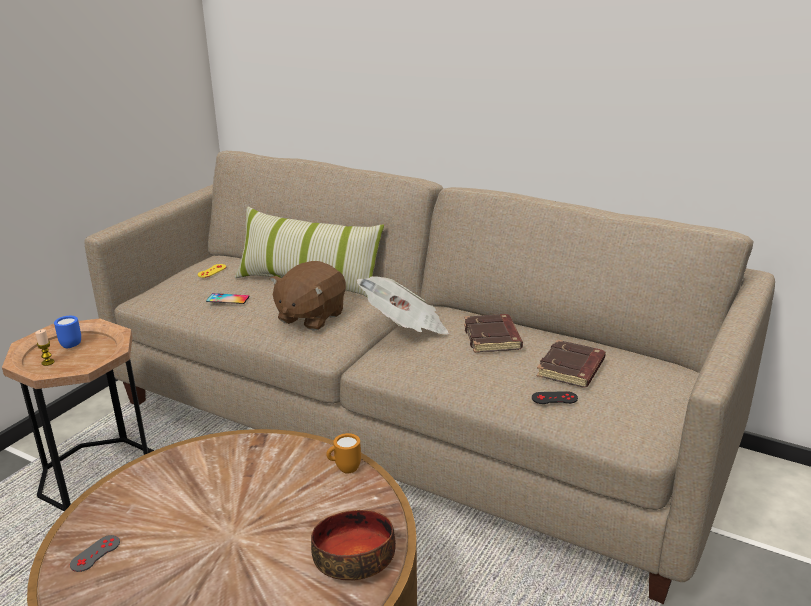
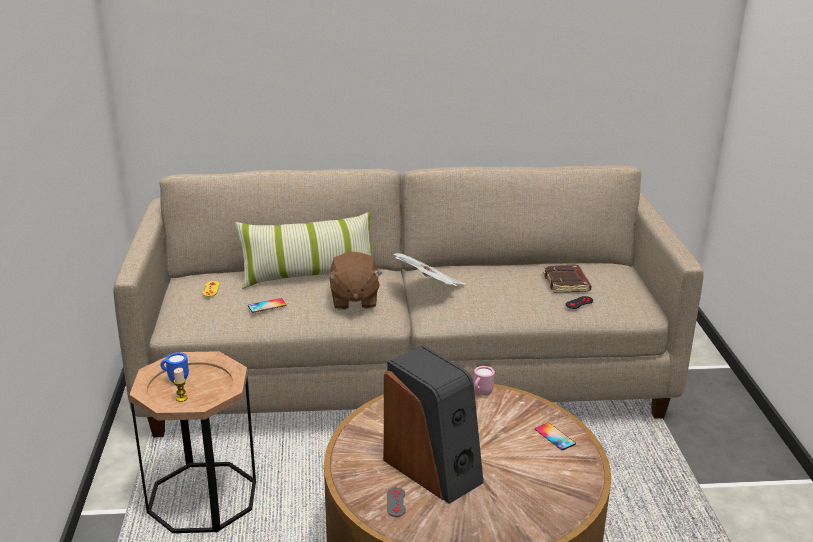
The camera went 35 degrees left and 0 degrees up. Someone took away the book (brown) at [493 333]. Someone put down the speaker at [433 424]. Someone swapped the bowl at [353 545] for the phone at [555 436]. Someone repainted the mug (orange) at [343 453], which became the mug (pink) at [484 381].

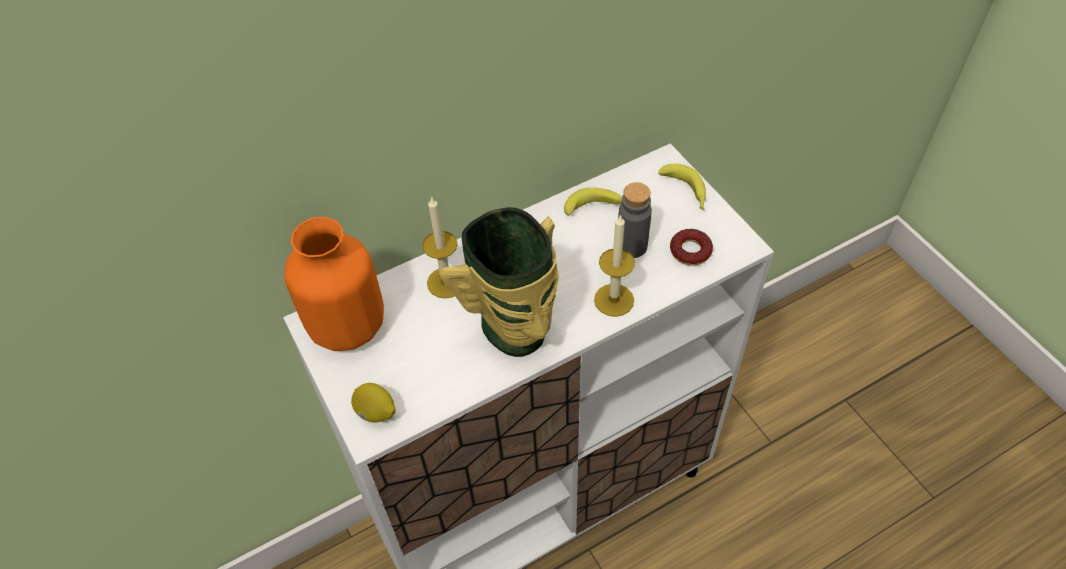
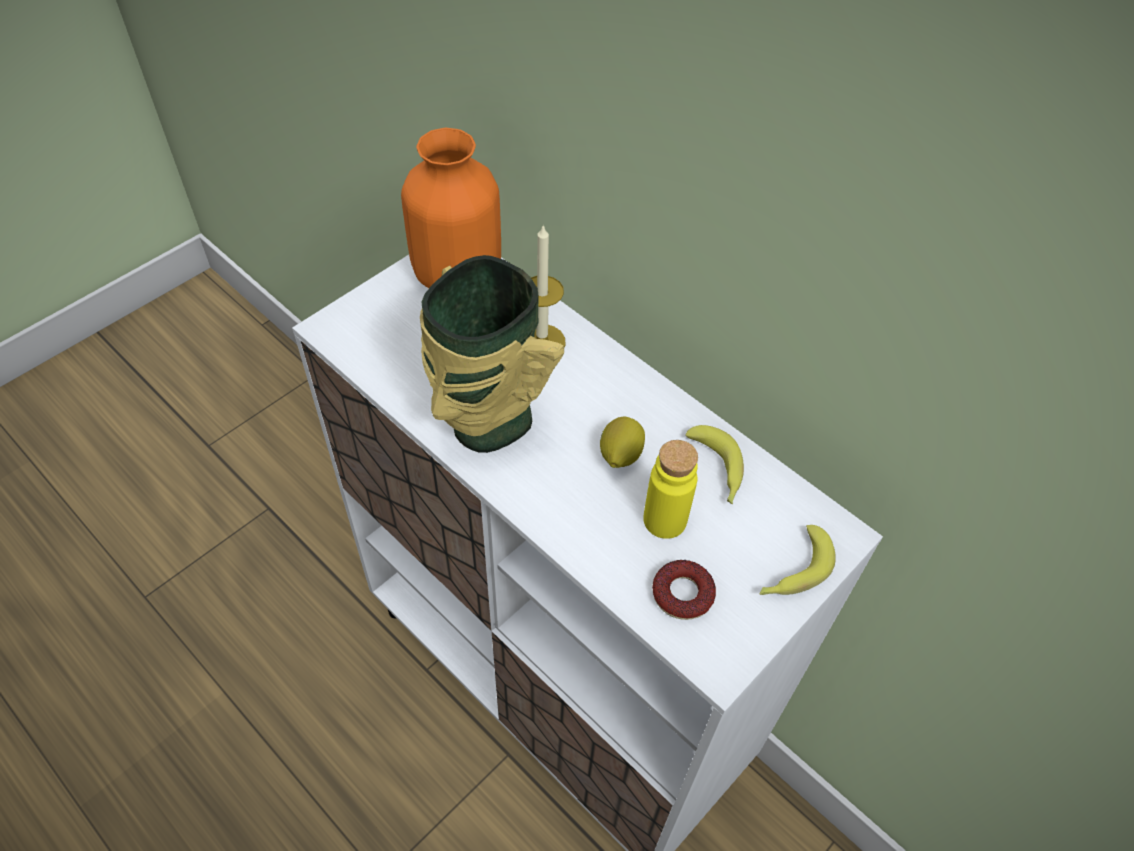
The camera went 70 degrees right and 0 degrees up. Someone took away the candle at [614 265]. Someone carried the lemon from [373 402] to [622 442]. Someone repainted the bottle (grey) at [635 220], which became the bottle (yellow) at [670 489].

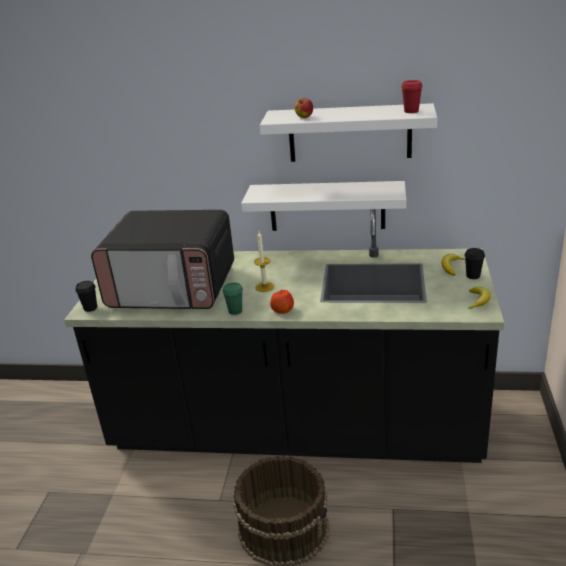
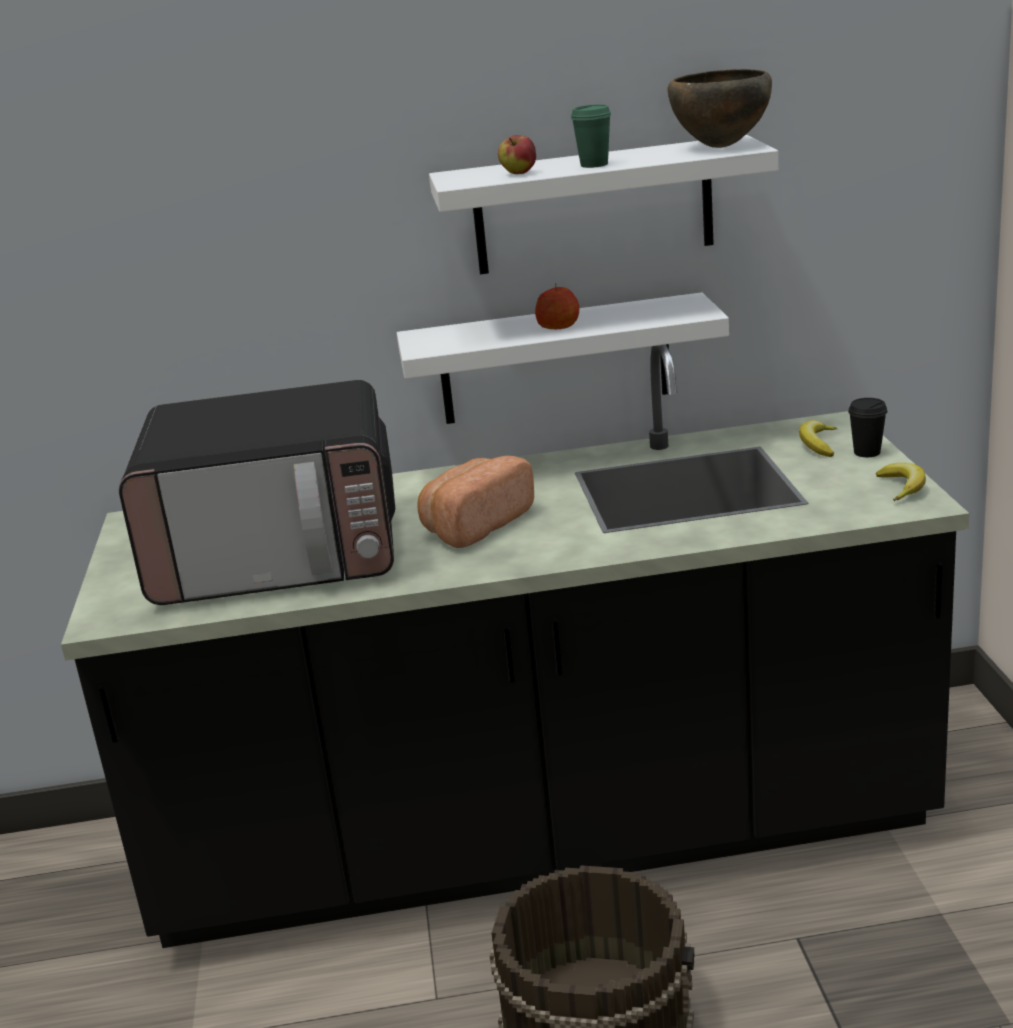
The camera went 15 degrees left and 5 degrees down. Someone took away the cup (black) at [86 296]. Someone carried the cup (green) from [232 298] to [591 136]. Someone carried the apple from [282 302] to [557 306]. Someone swapped the candle at [264 262] for the bread at [475 502]. Someone swapped the cup (red) at [412 96] for the bowl (brown) at [719 108].

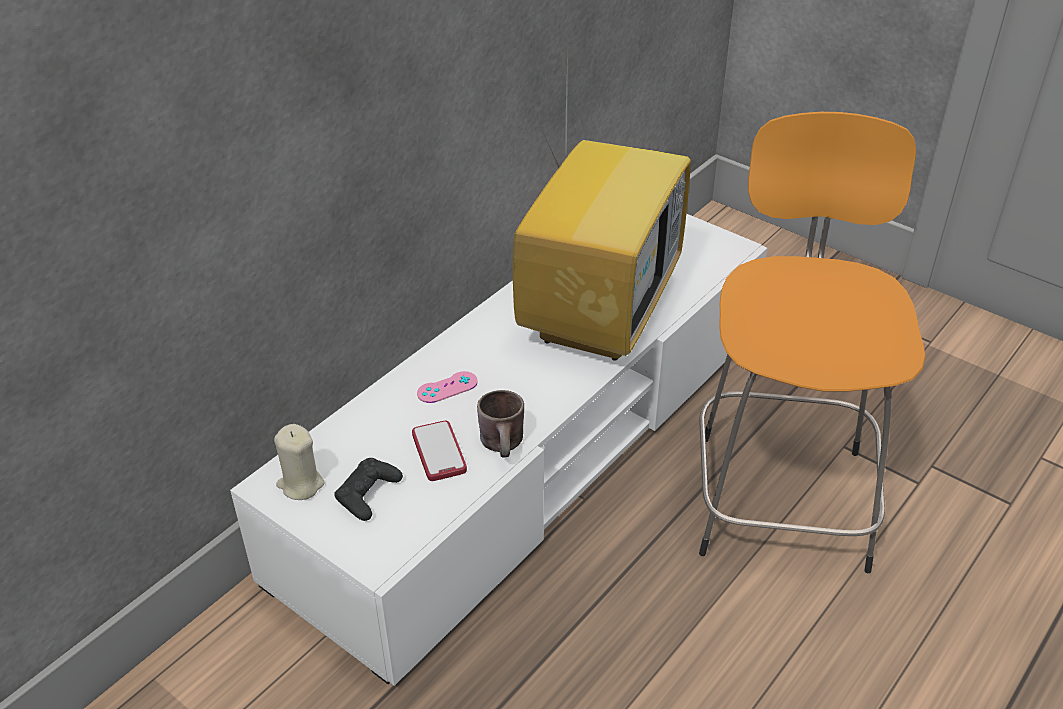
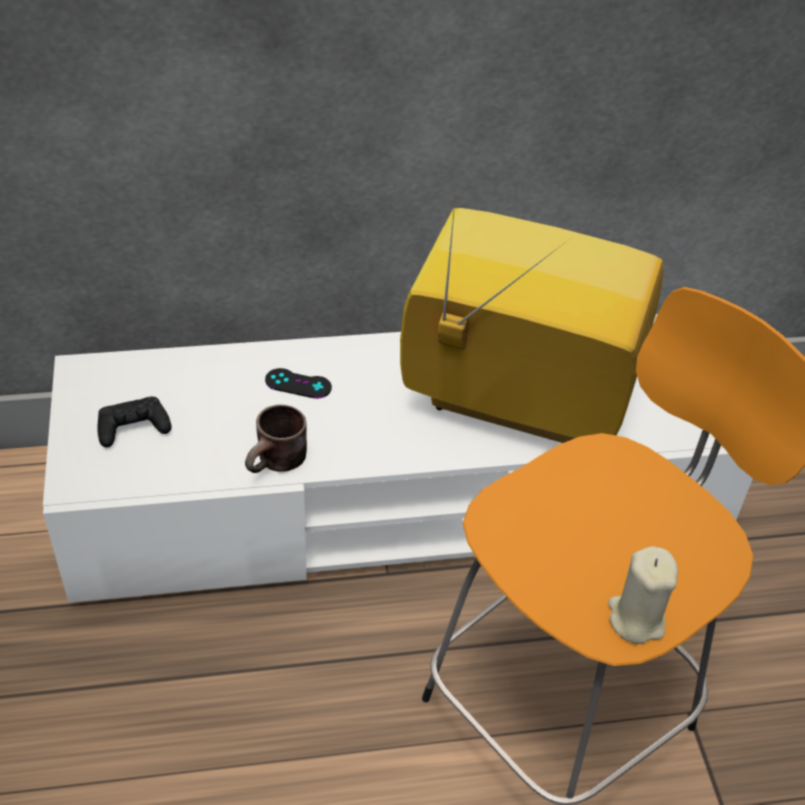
The camera went 40 degrees right and 5 degrees up. Someone took away the phone at [439 451]. Someone carried the candle (beige) from [299 462] to [643 595]. Someone repainted the game controller (pink) at [447 387], which became the game controller (black) at [298 383]. Someone rotated the television at [602 207] by 135 degrees counterclockwise.

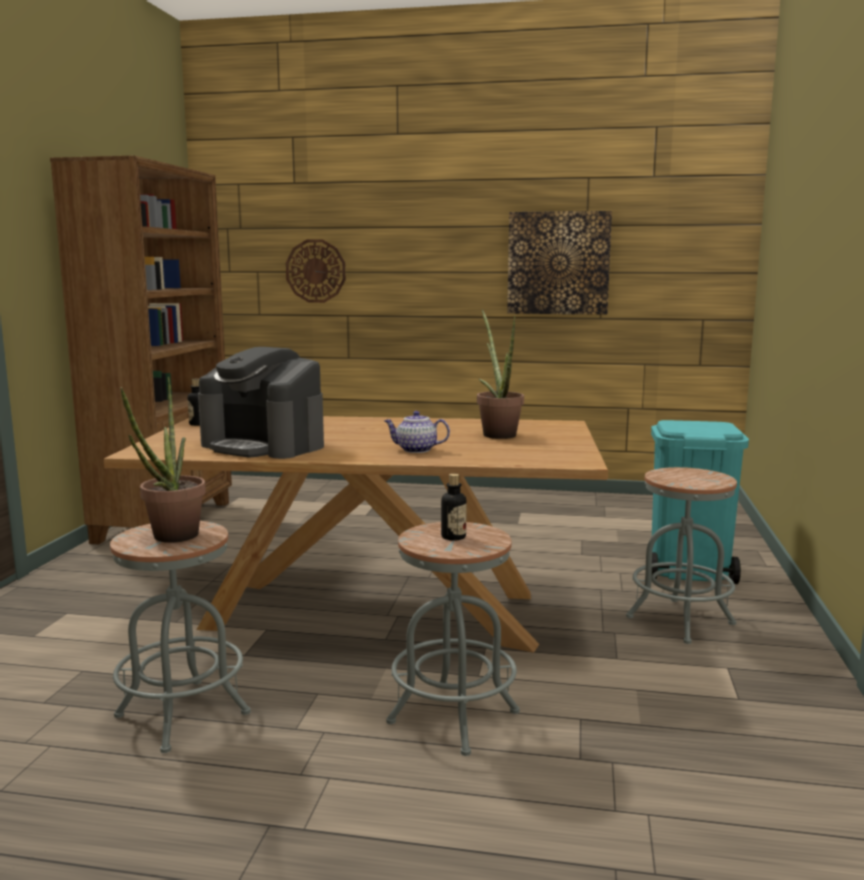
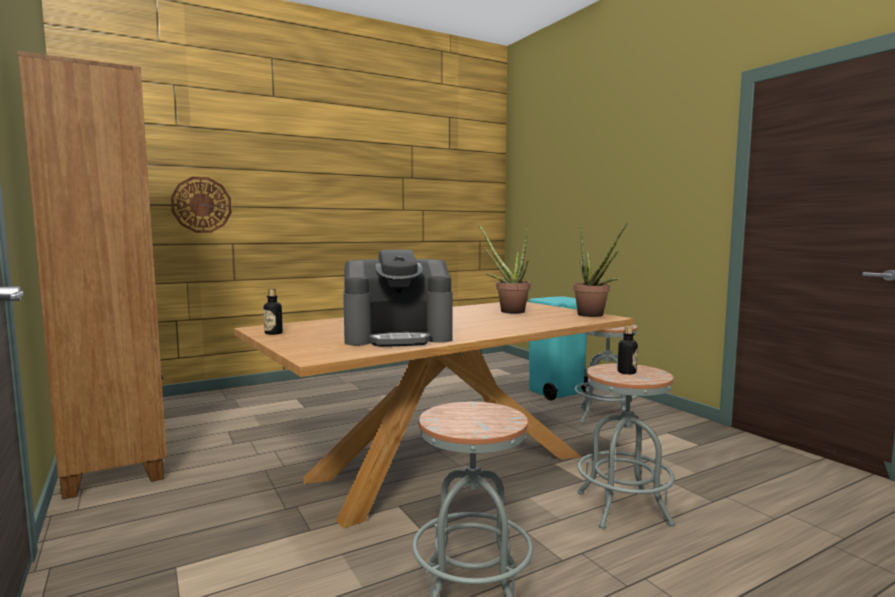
The camera went 40 degrees left and 5 degrees down. Someone took away the teapot at [417 432]. Someone took away the picture at [559 263]. Someone carried the potted plant from [163 460] to [600 269].

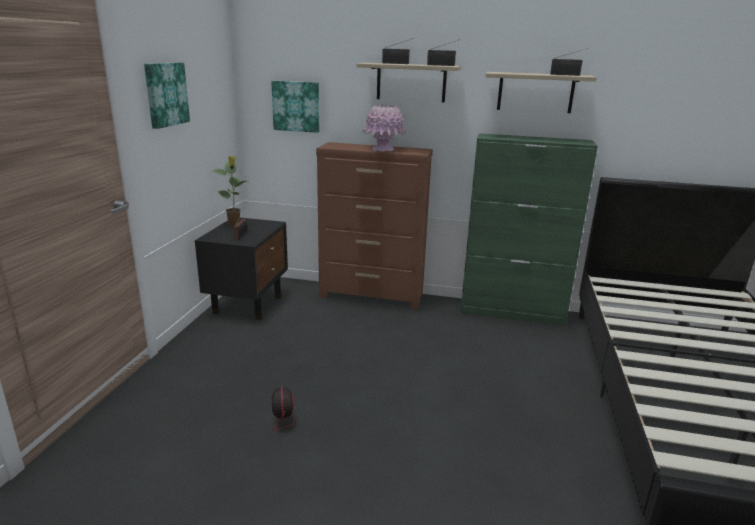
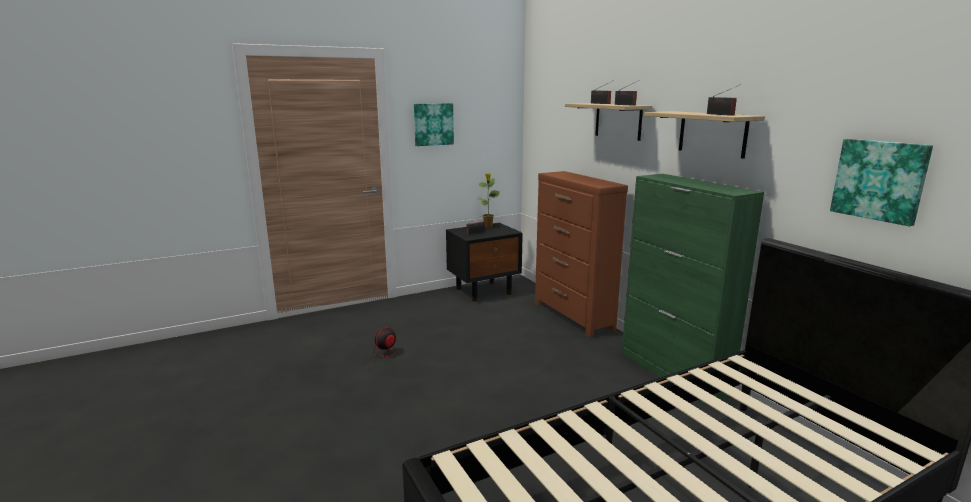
The camera went 50 degrees right and 5 degrees down. Someone took away the vase (pink) at [384 128]. Someone carried the picture from [295 107] to [881 182].

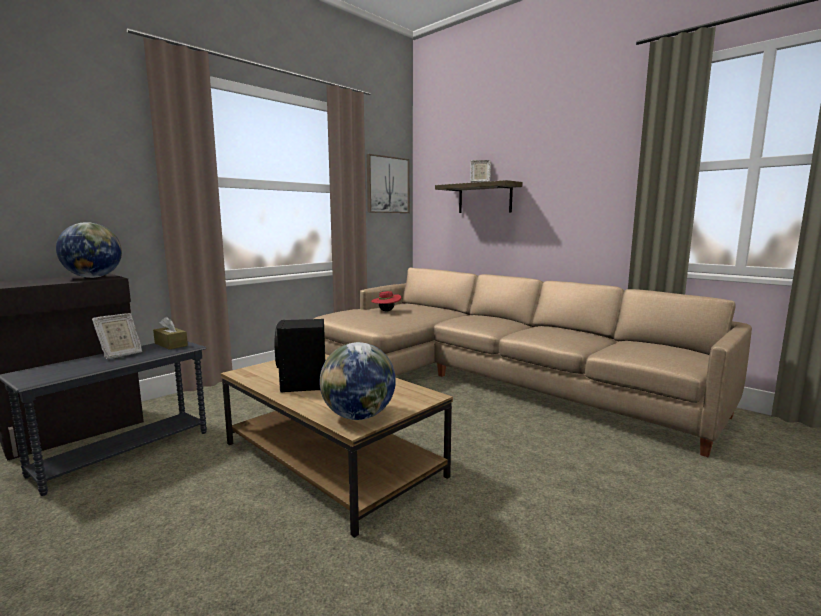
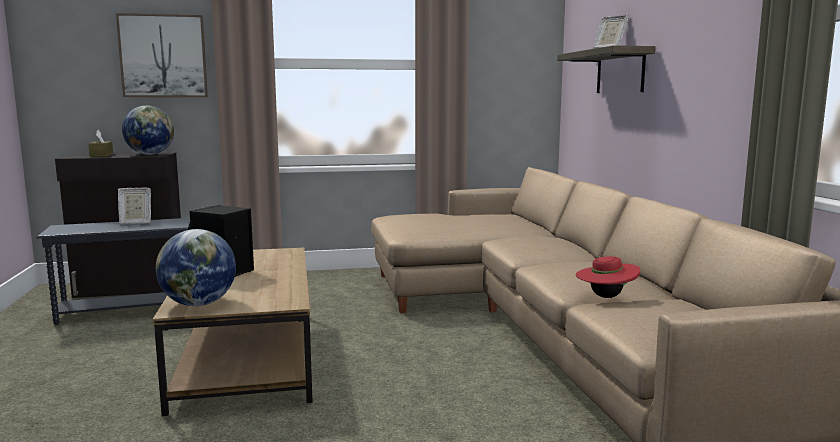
The camera went 35 degrees right and 0 degrees up. Someone carried the tissue box (brown) from [170 333] to [101 143]. Someone carried the picture from [388 183] to [162 55]. Someone carried the hat (red) from [386 301] to [608 275].

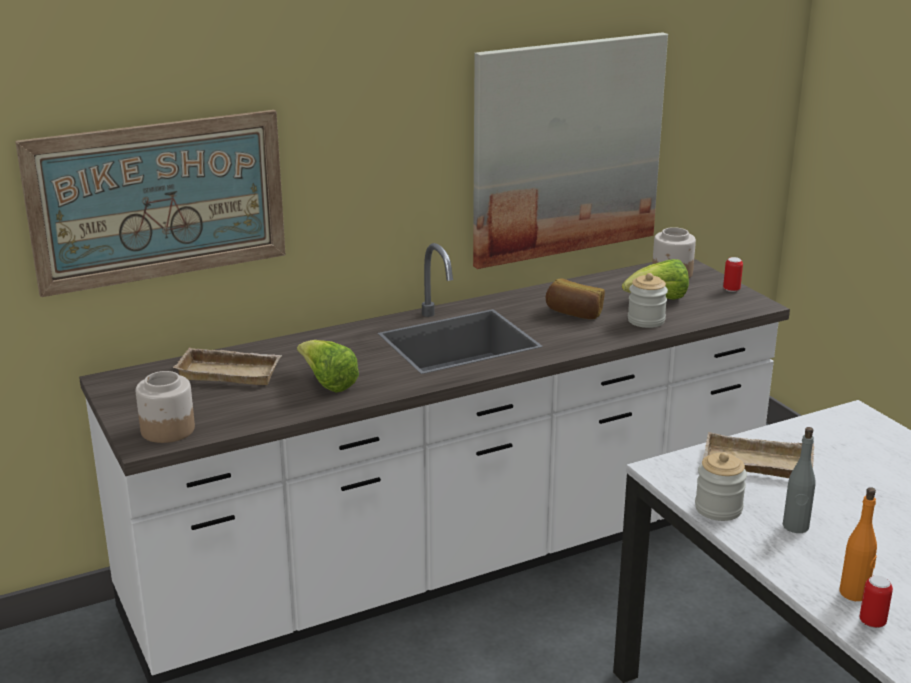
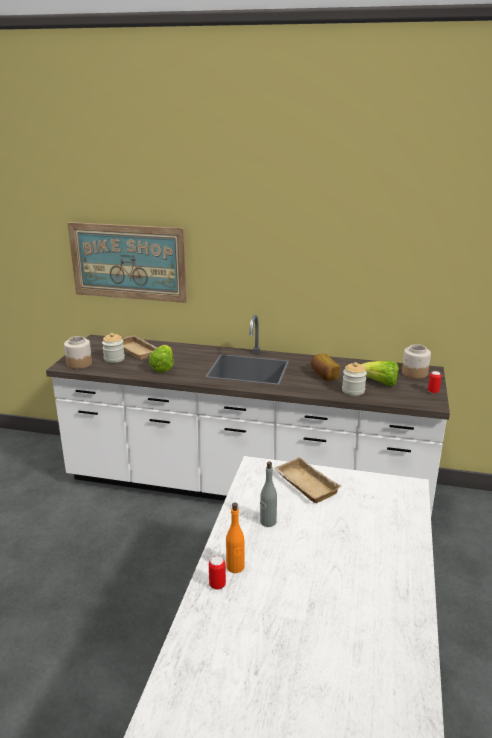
The camera went 40 degrees right and 0 degrees up. Someone took away the picture at [570 150]. Someone carried the jar from [721 486] to [113 348].

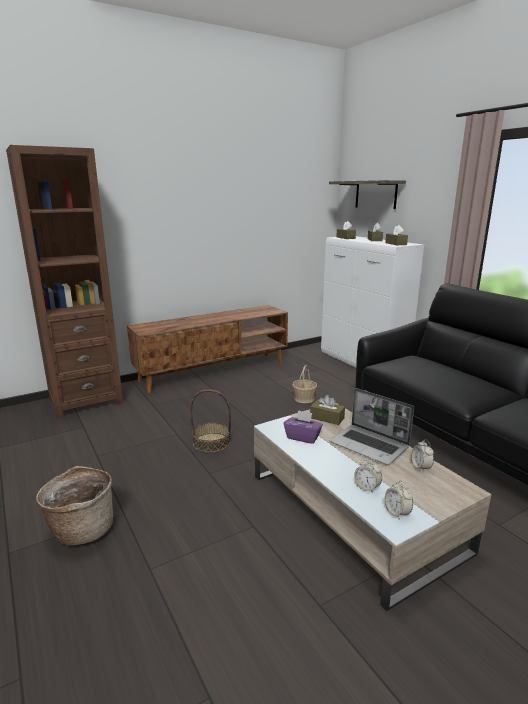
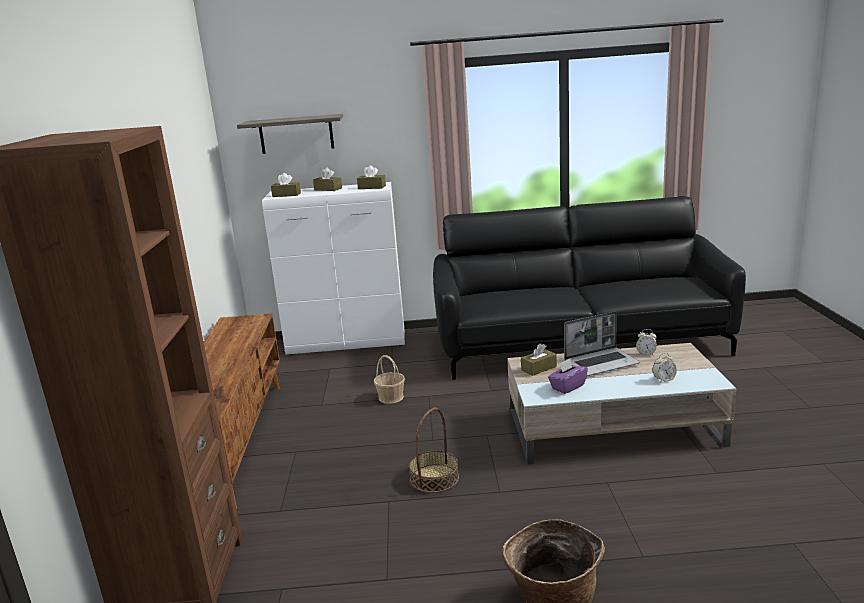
The camera went 60 degrees left and 0 degrees up. Someone took away the alarm clock at [399 500].

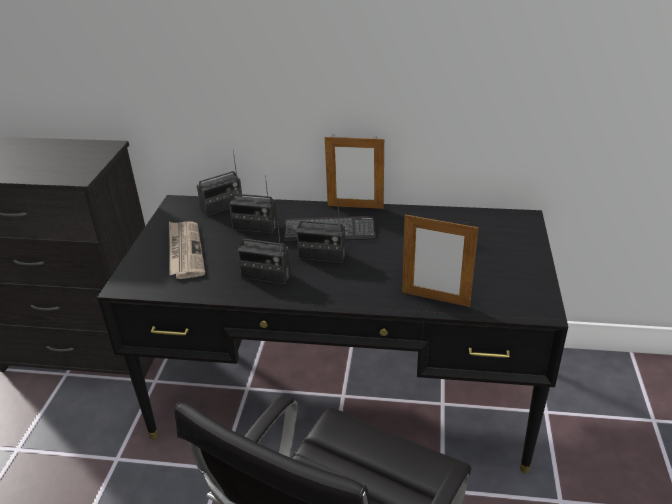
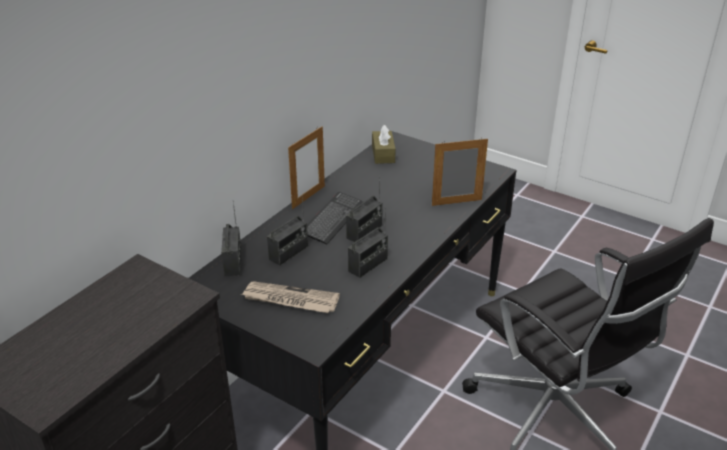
The camera went 65 degrees left and 0 degrees up. Someone put down the tissue box (brown) at [384 144]. Someone rotated the picture frame at [440 260] by 150 degrees counterclockwise.

